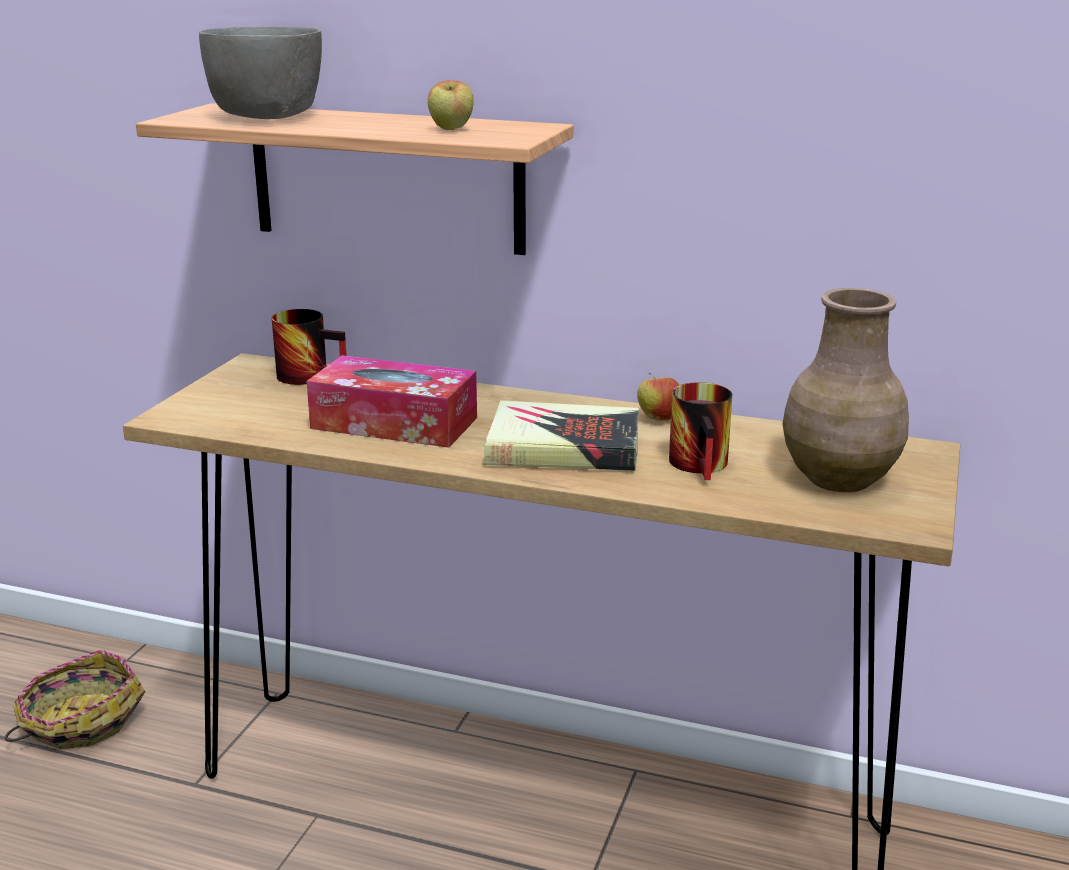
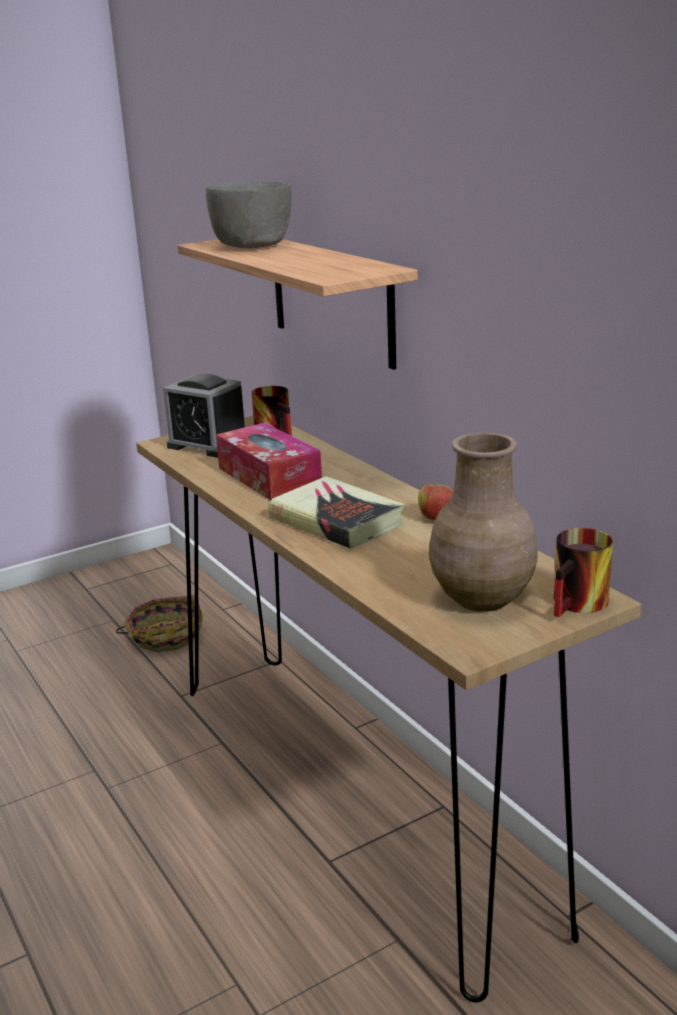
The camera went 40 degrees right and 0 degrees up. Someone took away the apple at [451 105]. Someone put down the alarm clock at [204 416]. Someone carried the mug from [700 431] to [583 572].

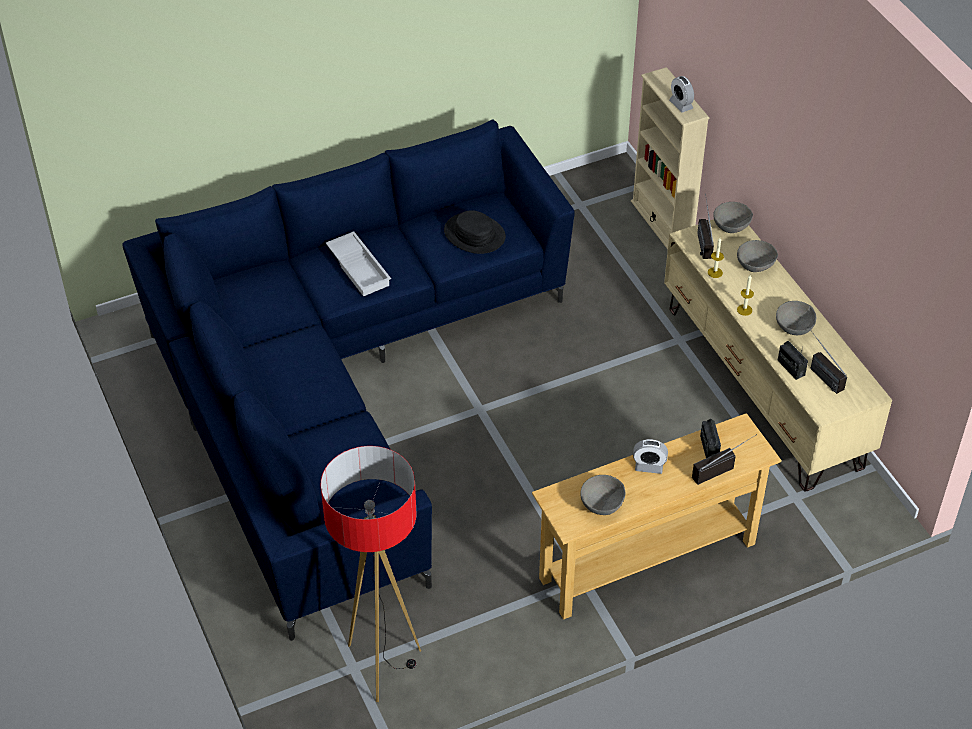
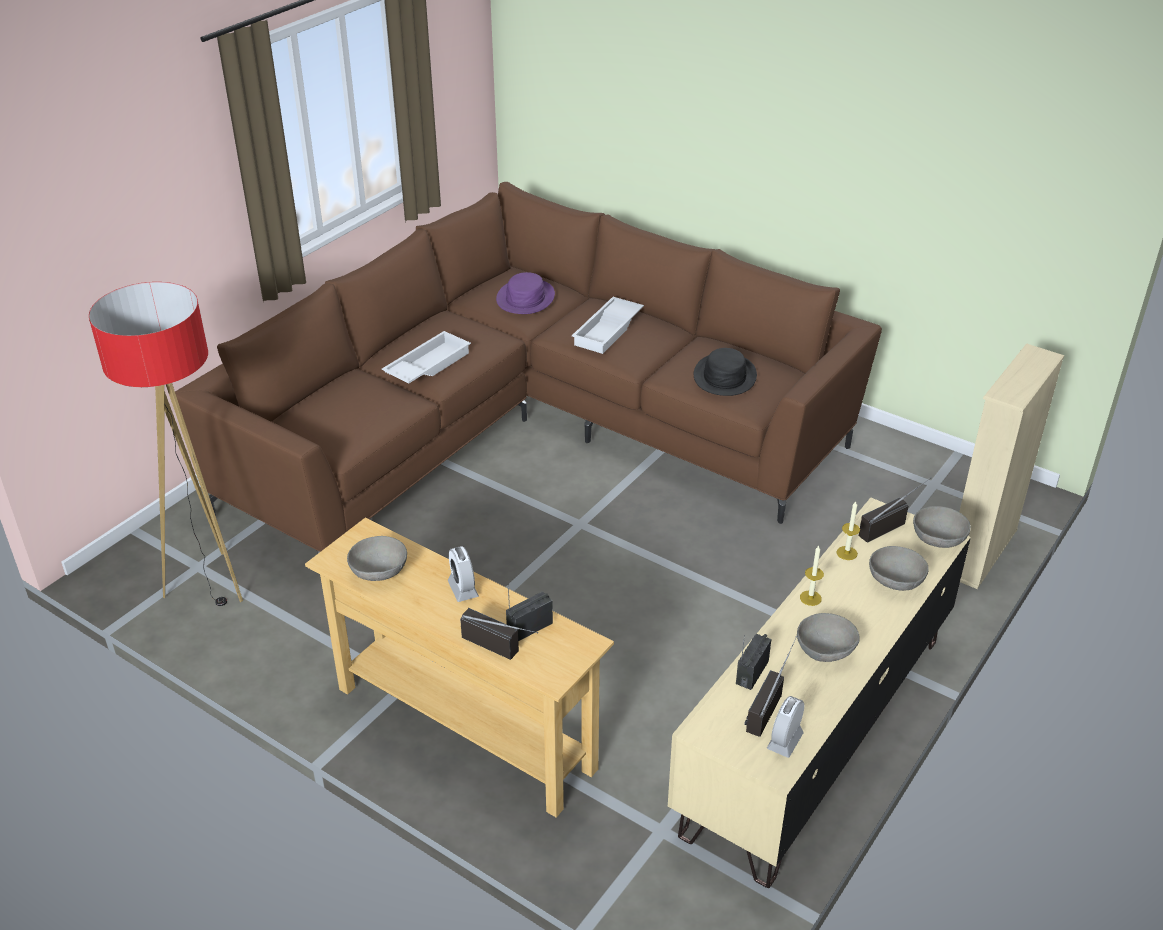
The camera went 60 degrees right and 10 degrees down. Someone put down the tray (white) at [426 357]. Someone put down the hat (purple) at [525 293]. Someone carried the alarm clock from [681 94] to [785 727]. Someone repainted the sofa (blue) at [348 380], which became the sofa (brown) at [528 367].

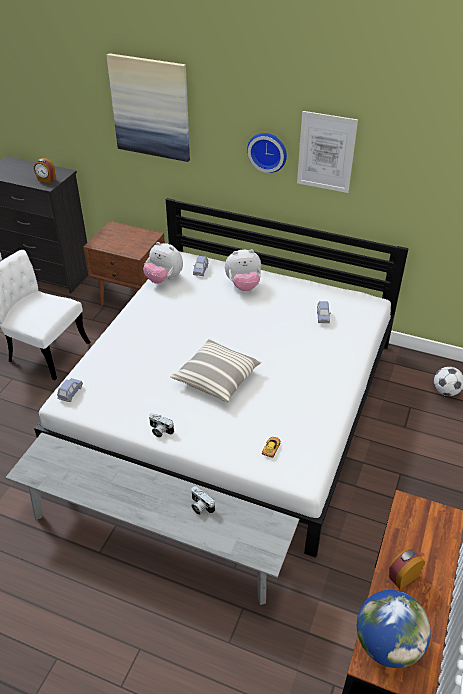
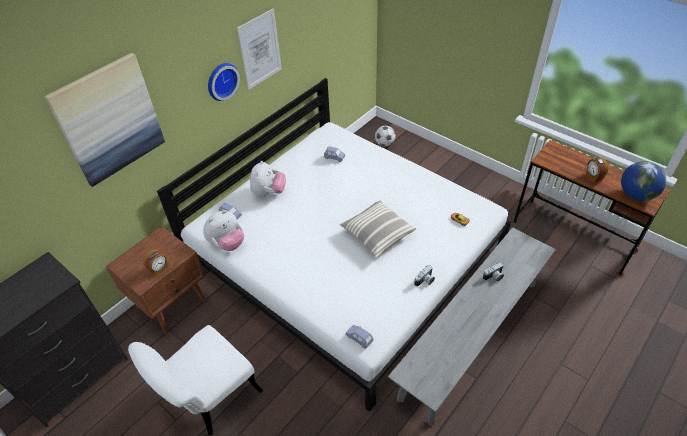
The camera went 70 degrees left and 5 degrees up. Someone carried the alarm clock from [44 170] to [155 262].

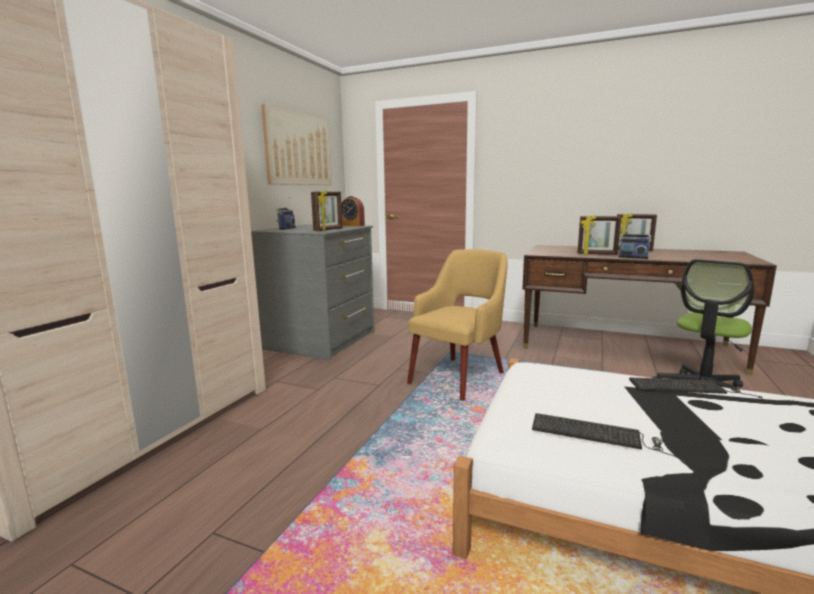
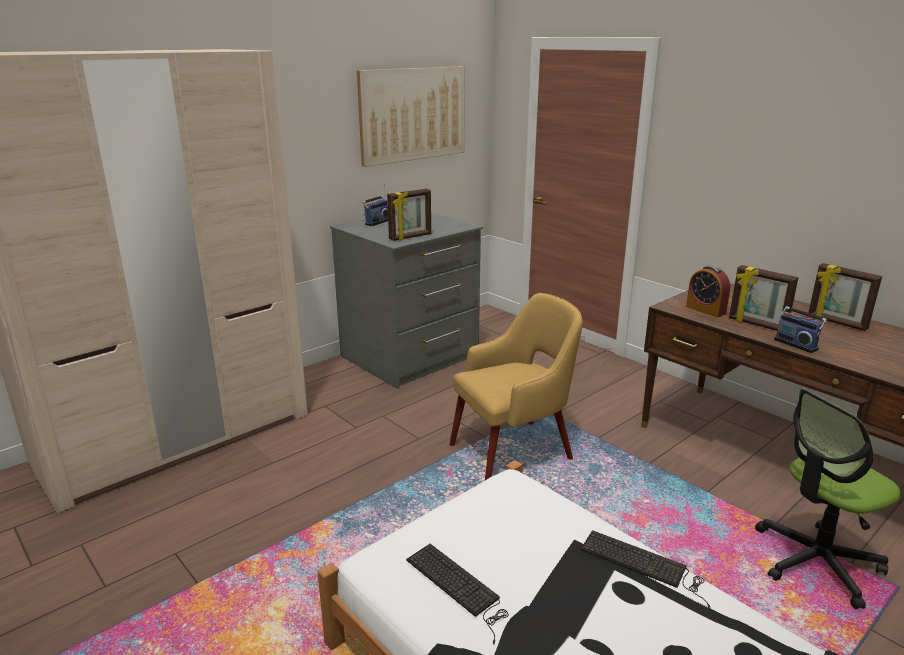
The camera went 25 degrees right and 10 degrees up. Someone carried the alarm clock from [353 211] to [708 292].

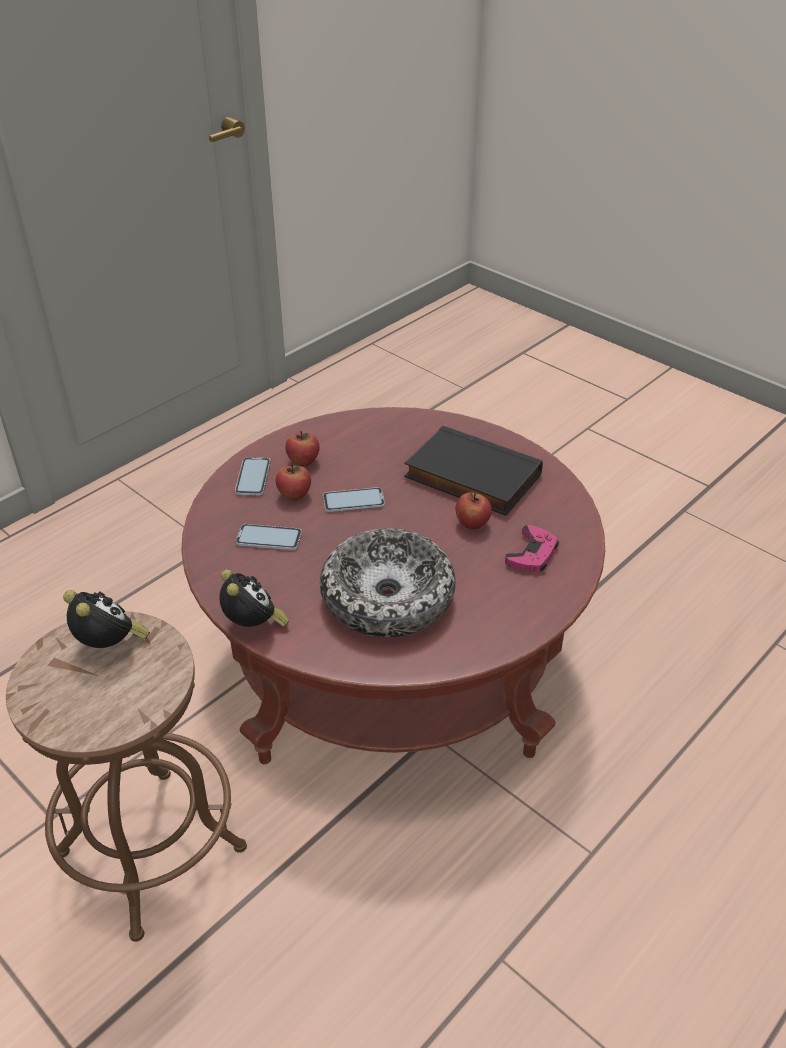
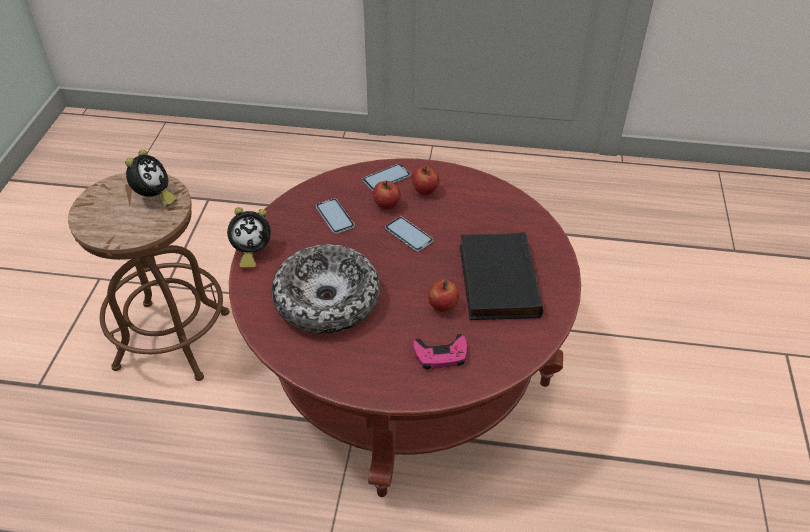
The camera went 55 degrees right and 5 degrees up. Someone rotated the alarm clock at [254 598] by 45 degrees clockwise.

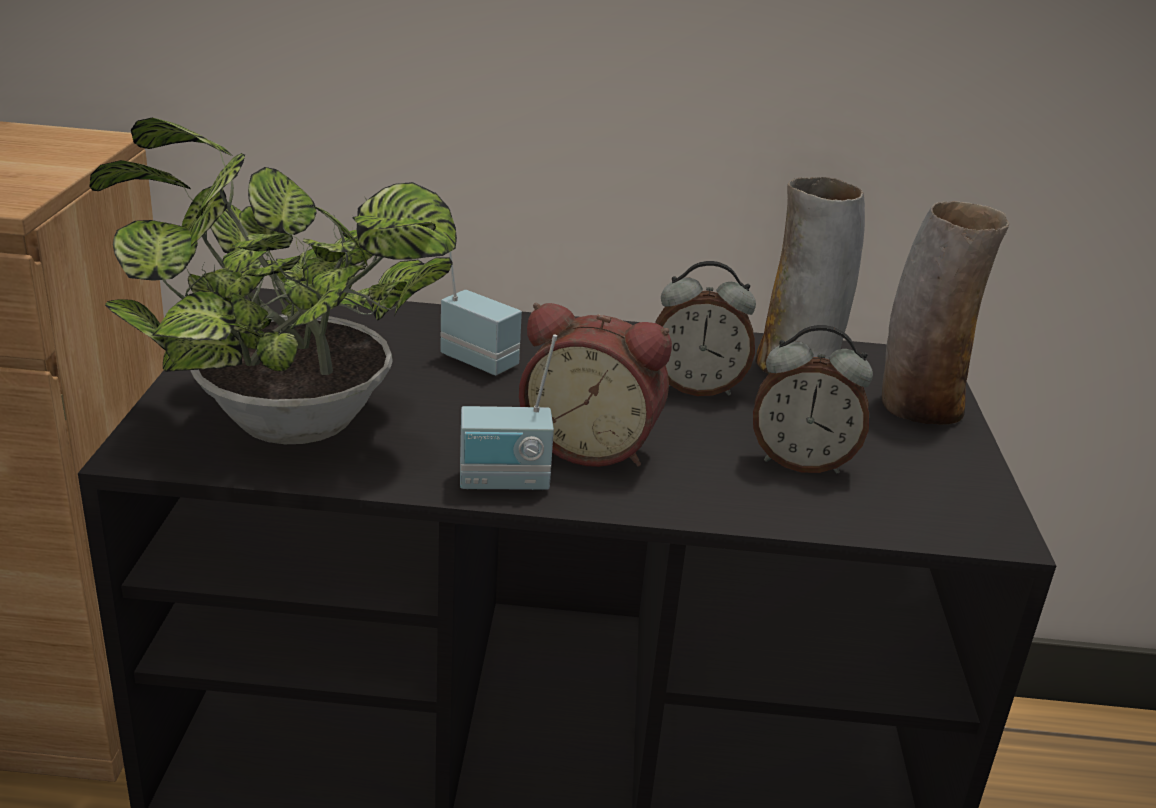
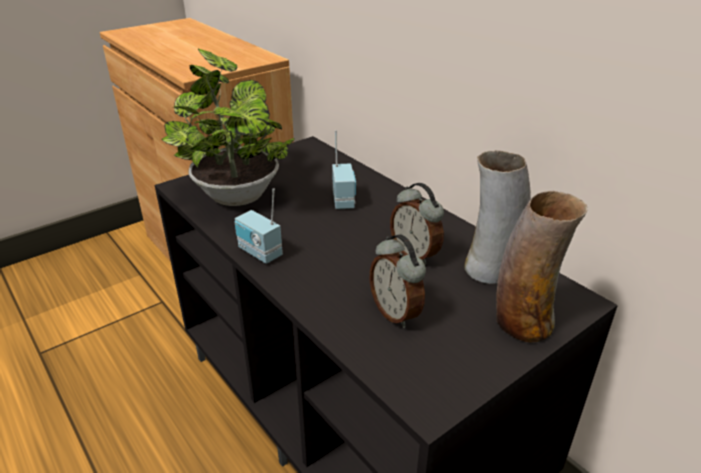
The camera went 50 degrees right and 5 degrees up. Someone took away the alarm clock at [595 385].

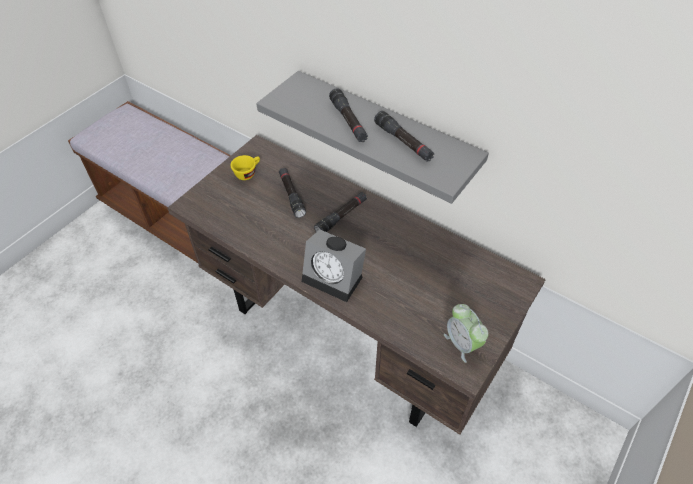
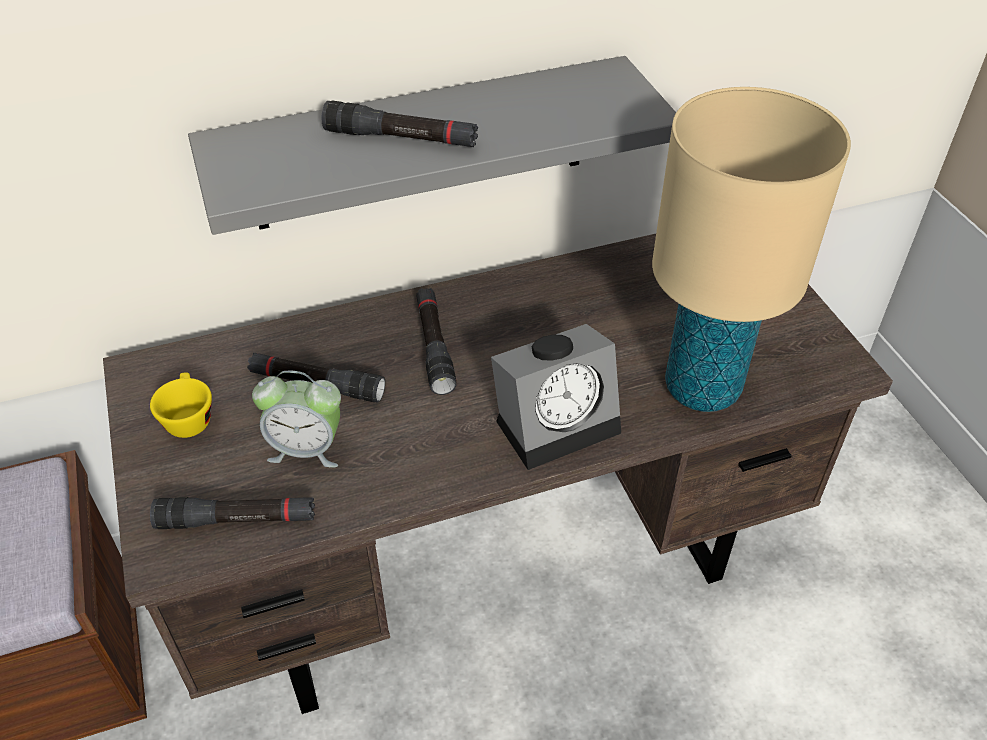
The camera went 55 degrees left and 5 degrees down. Someone put down the table lamp (beige) at [751 249]. Someone carried the flashlight (black) from [404 136] to [232 513]. Someone carried the alarm clock from [466 333] to [296 419].

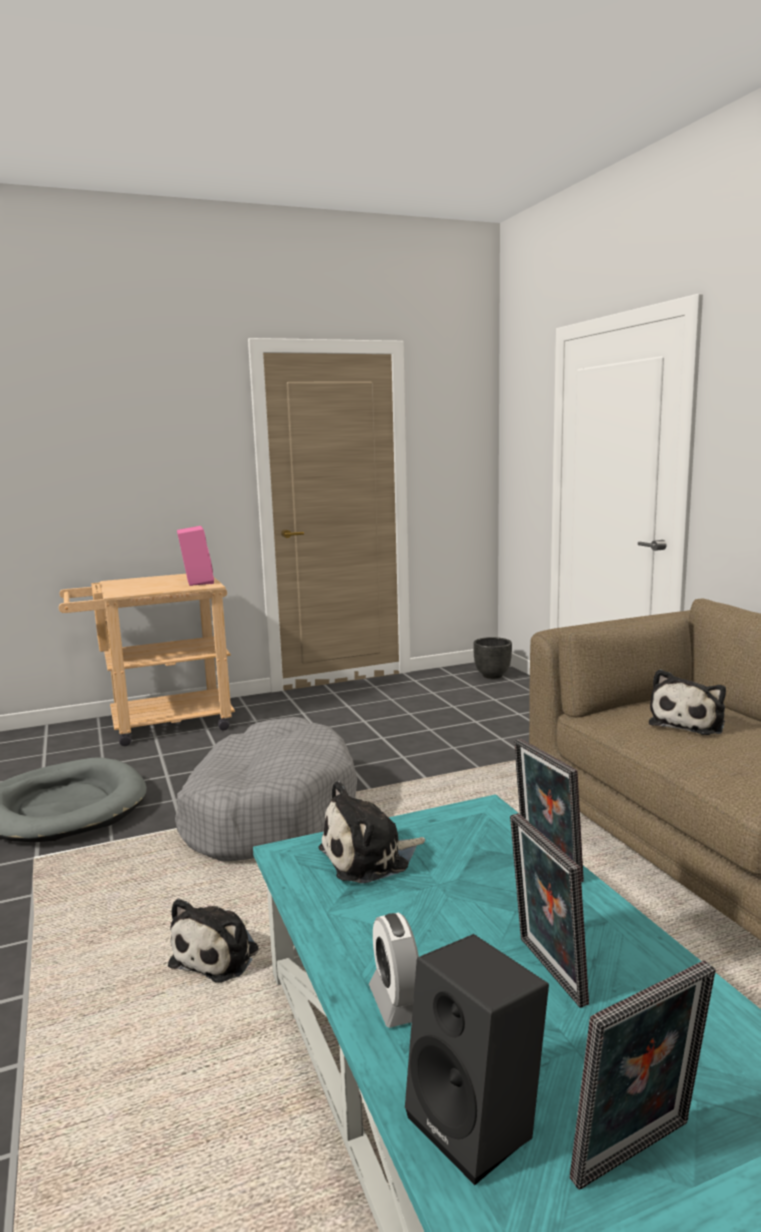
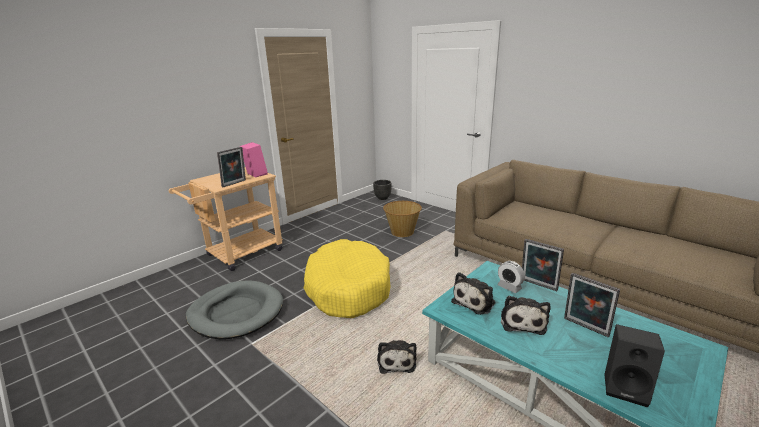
The camera went 25 degrees left and 10 degrees up. Someone put down the basket at [402 219]. Someone carried the alarm clock from [394 970] to [511 277]. Someone carried the picture frame from [643 1075] to [231 167]. Someone carried the plush toy from [687 702] to [526 315]. Someone repainted the dog bed (grey) at [266 789], which became the dog bed (yellow) at [347 278].

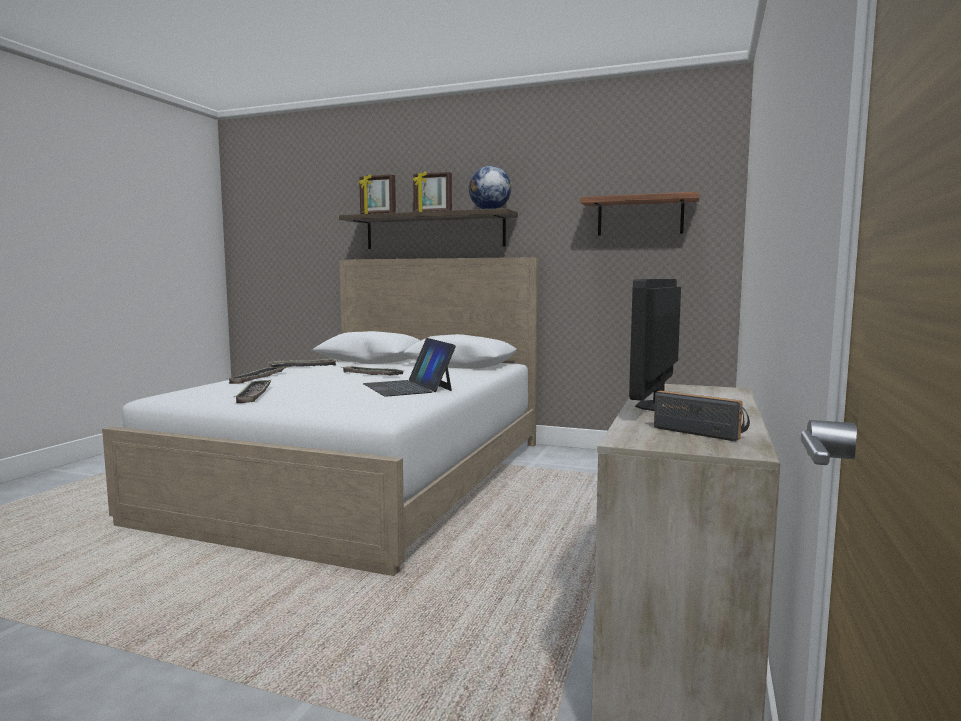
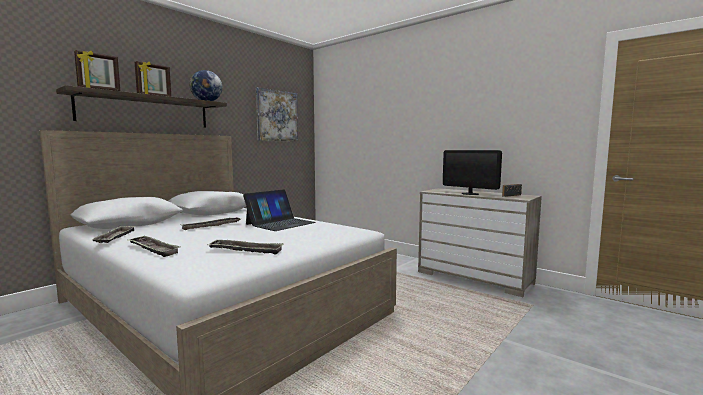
The camera went 70 degrees left and 0 degrees up. Someone swapped the shelf at [639 214] for the picture at [277 114]. Someone rotated the laptop at [409 367] by 45 degrees counterclockwise.

